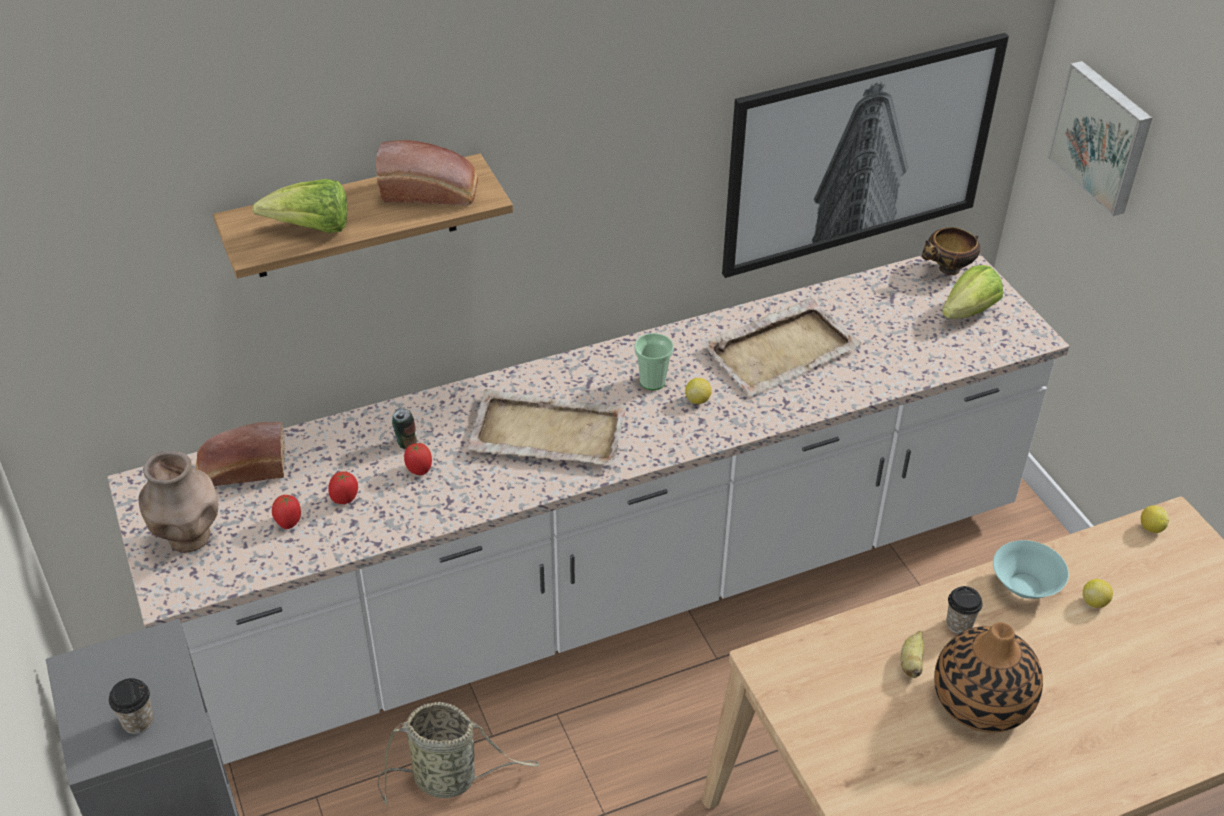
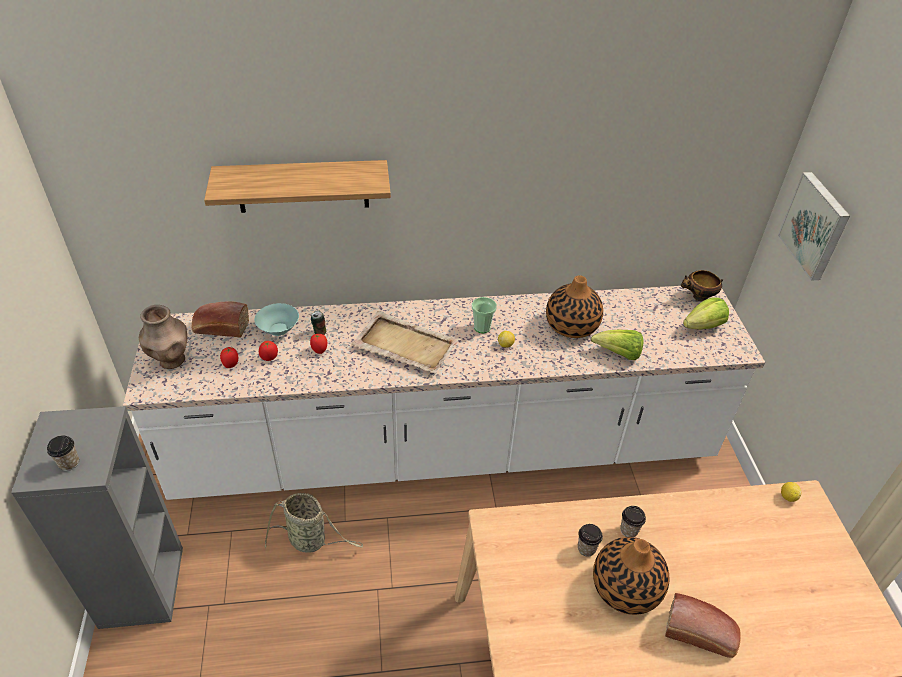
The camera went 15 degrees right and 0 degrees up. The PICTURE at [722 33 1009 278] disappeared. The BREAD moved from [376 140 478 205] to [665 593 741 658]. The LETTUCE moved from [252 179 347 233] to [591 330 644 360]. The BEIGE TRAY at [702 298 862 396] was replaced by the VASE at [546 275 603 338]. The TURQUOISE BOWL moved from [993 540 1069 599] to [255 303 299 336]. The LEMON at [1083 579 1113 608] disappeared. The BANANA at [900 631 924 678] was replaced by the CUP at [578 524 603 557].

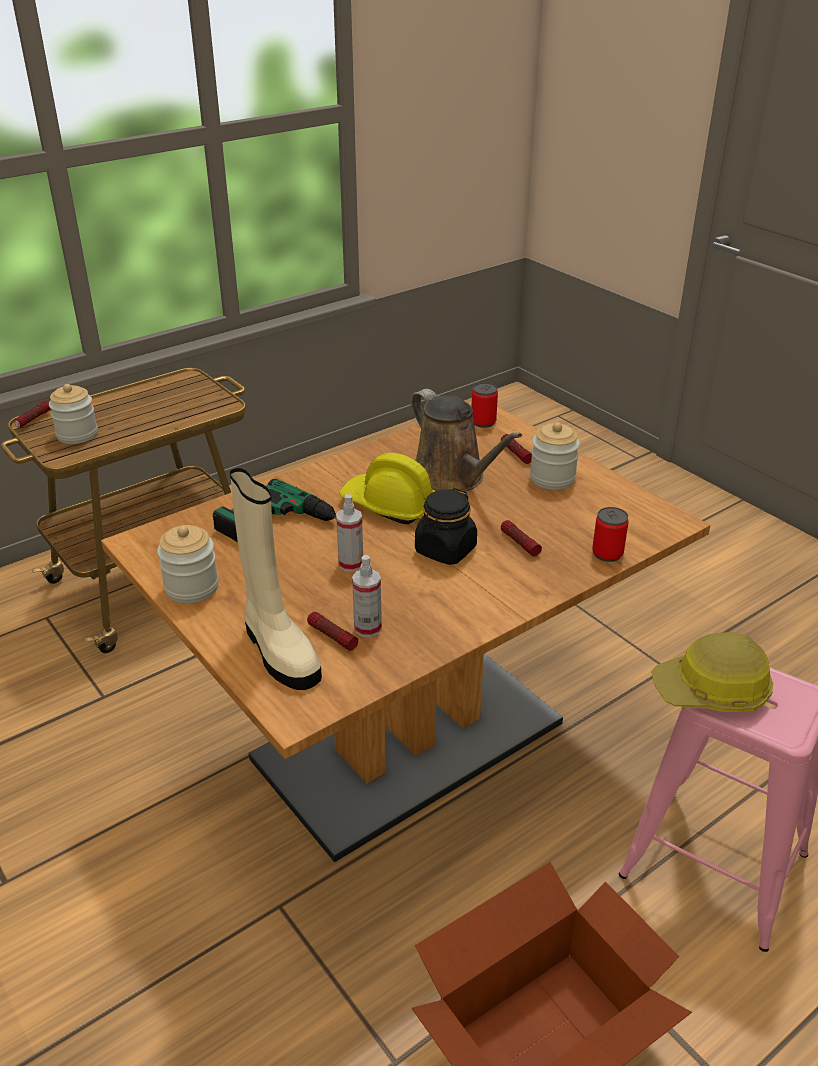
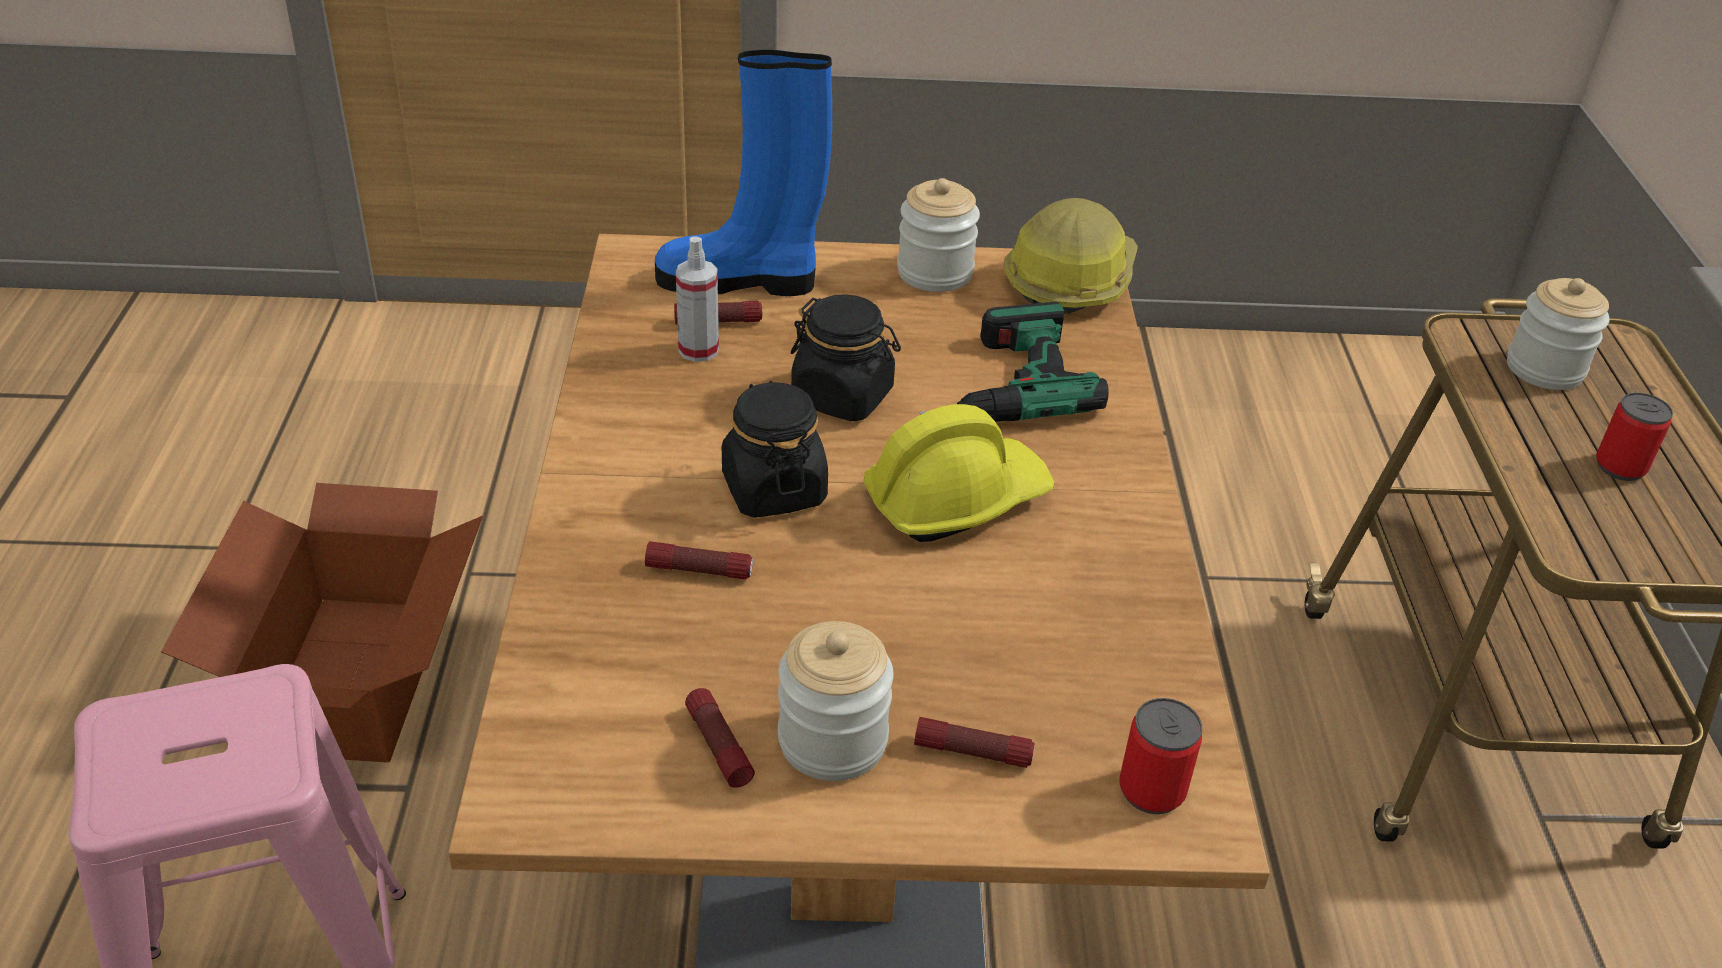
The camera went 125 degrees right and 5 degrees up. The BROWN WATERING CAN at [411 389 522 492] disappeared. The FLASHLIGHT moved from [14 401 51 428] to [685 688 755 788]. The BEIGE BOOT at [230 468 322 690] became the BLUE BOOT at [655 50 832 296]. The SPRAY BOTTLE at [336 494 363 572] was replaced by the BLACK JAR at [791 294 901 421]. The CAN moved from [592 507 628 562] to [1596 393 1673 481]. The HARD HAT moved from [651 632 773 712] to [1004 198 1138 314].

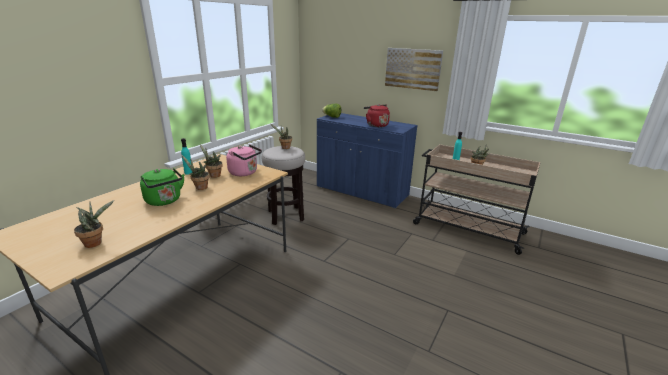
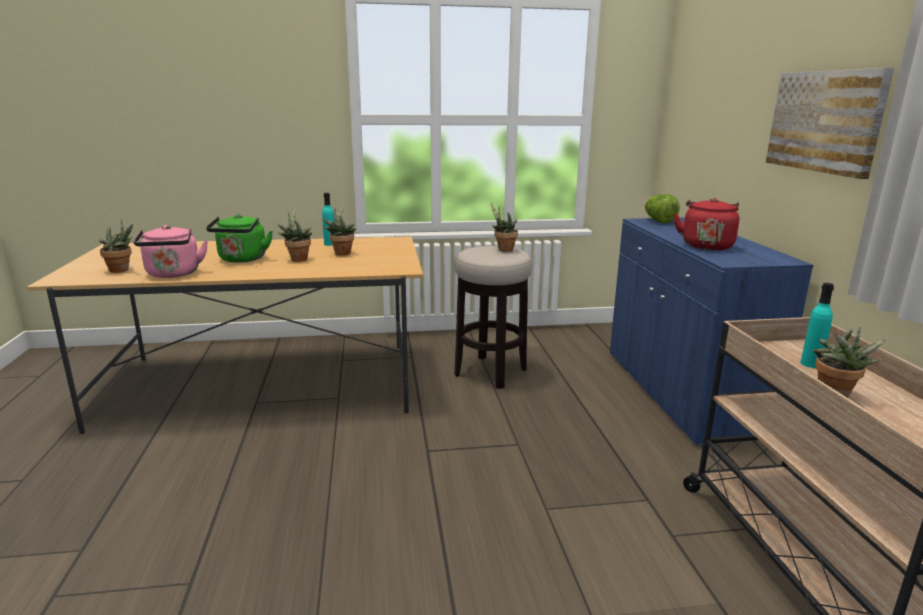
The camera went 50 degrees right and 5 degrees down. The PINK KETTLE moved from [226 144 262 176] to [134 225 208 278].

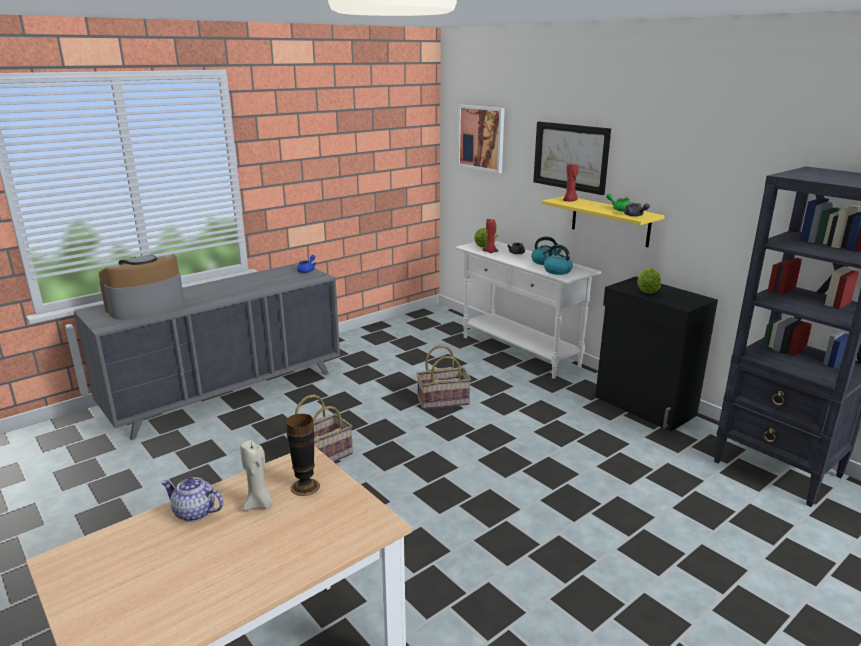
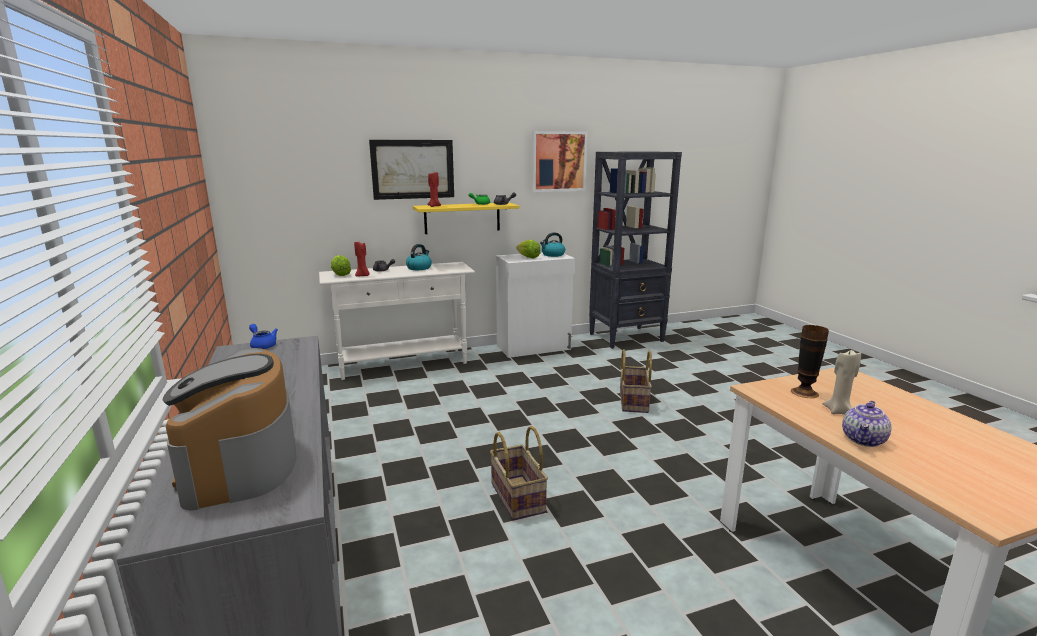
The camera went 70 degrees left and 5 degrees down. The PICTURE moved from [458 105 505 173] to [532 131 588 192]. The KETTLE moved from [543 245 573 275] to [540 232 565 257]. The BLACK CABINET at [595 276 718 432] became the WHITE CABINET at [496 252 575 358]. The BASKET moved from [416 345 471 410] to [620 349 652 413].

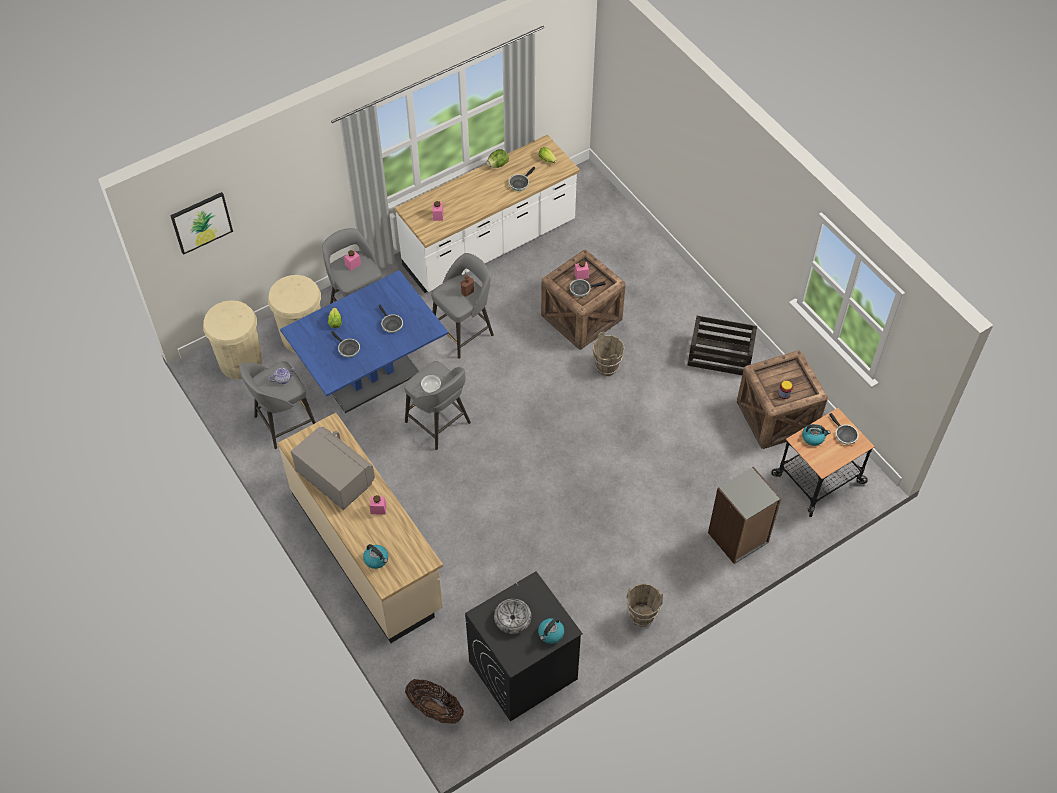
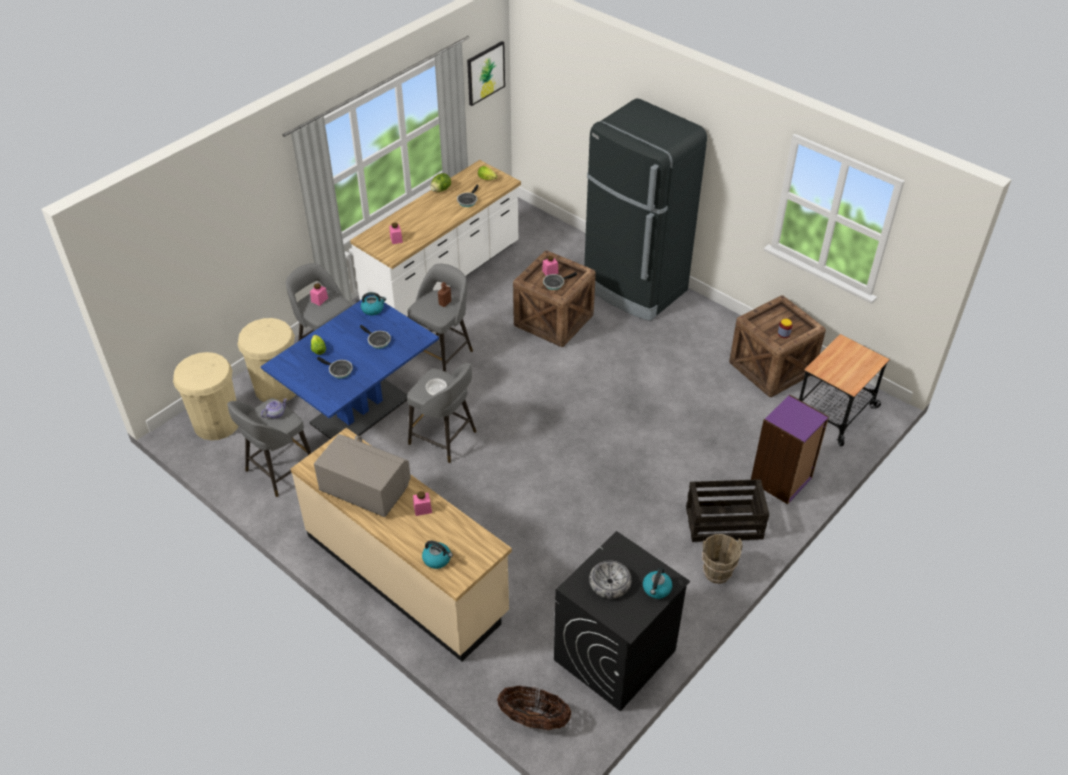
The camera went 15 degrees left and 10 degrees down. The PICTURE moved from [170 192 233 255] to [467 41 505 106]. The CRATE moved from [687 316 757 375] to [686 479 769 542]. The BROWN BUCKET at [593 332 625 376] disappeared. The FRYING PAN at [829 413 859 444] disappeared. The KETTLE moved from [802 424 830 446] to [361 292 386 315]. The GREY BOOKCASE at [708 467 781 564] became the PURPLE BOOKCASE at [751 394 829 504]. The BLACK FRIDGE at [584 98 707 321] appeared.

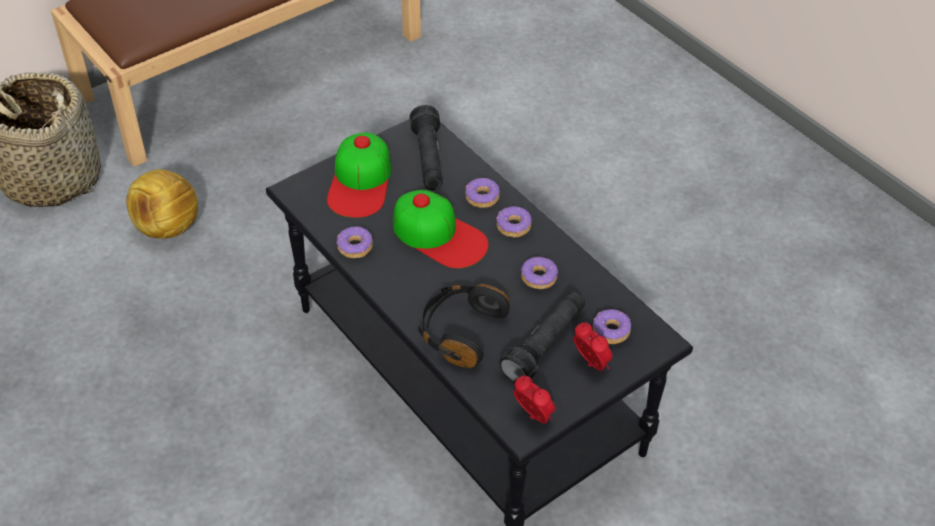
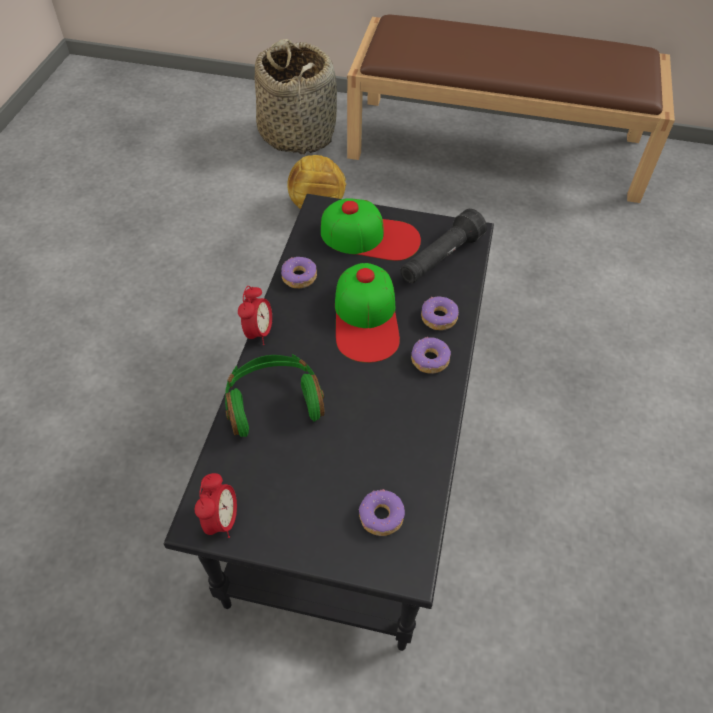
The camera went 50 degrees right and 5 degrees up. The CAP at [327 132 391 218] turned 135 degrees counterclockwise. The DONUT at [521 257 558 289] disappeared. The BLACK HEADPHONES at [418 284 510 368] became the GREEN HEADPHONES at [225 354 325 437]. The BLACK FLASHLIGHT at [499 291 585 383] disappeared. The ALARM CLOCK moved from [573 322 613 371] to [238 286 272 345].

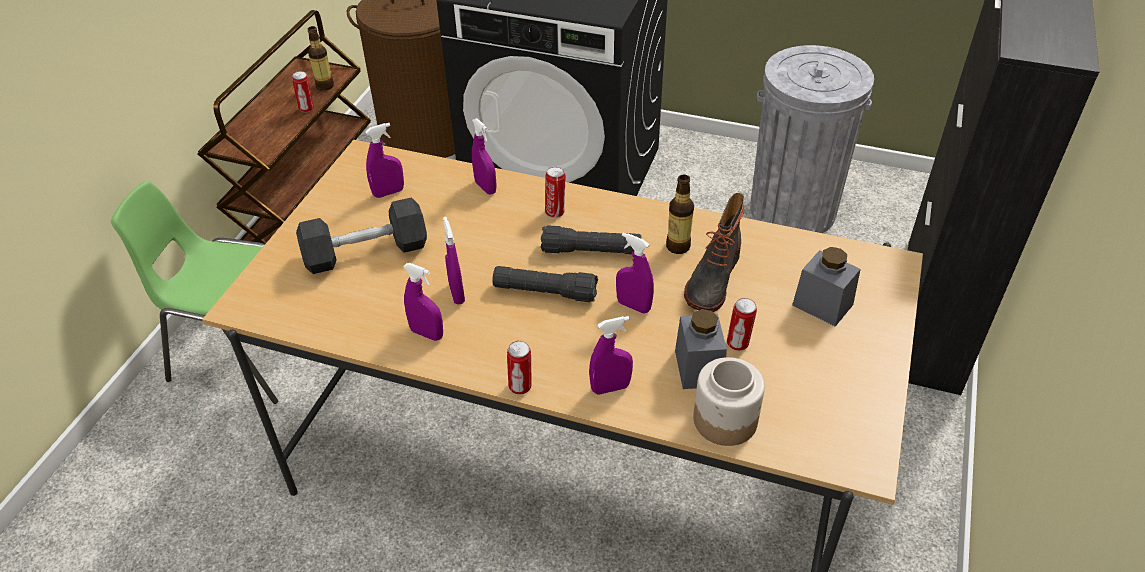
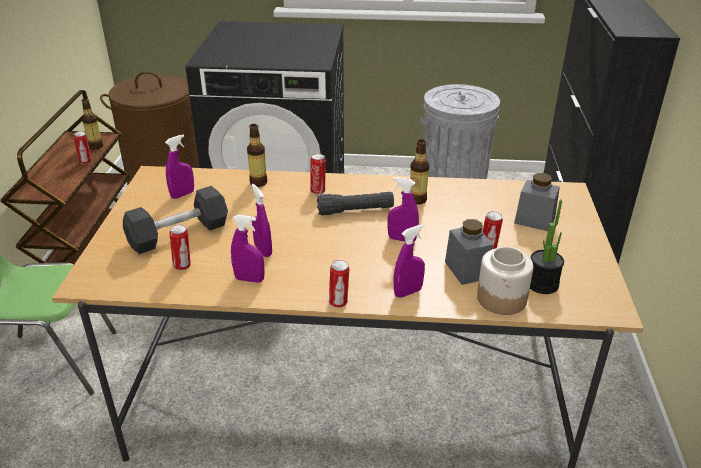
The camera went 15 degrees left and 10 degrees down. The PURPLE SPRAY BOTTLE at [472 118 497 195] was replaced by the BOTTLE at [247 124 267 187]. The BOOT at [684 193 744 312] disappeared. The BLACK FLASHLIGHT at [492 266 598 302] disappeared. The POTTED PLANT at [530 200 564 294] appeared. The CAN at [169 225 191 270] appeared.

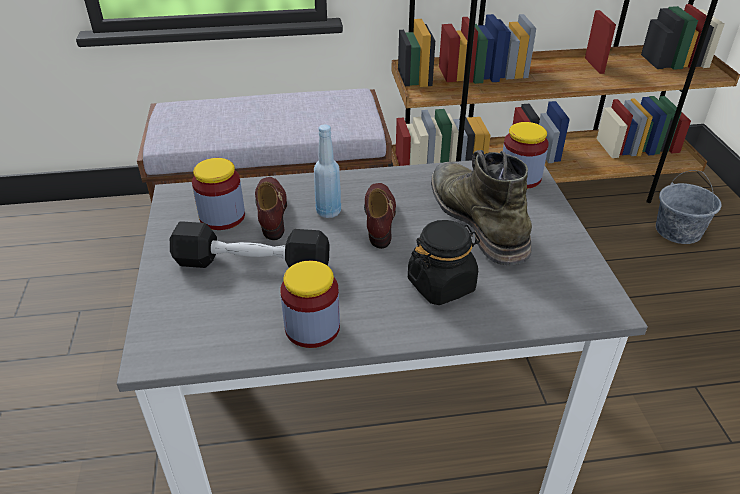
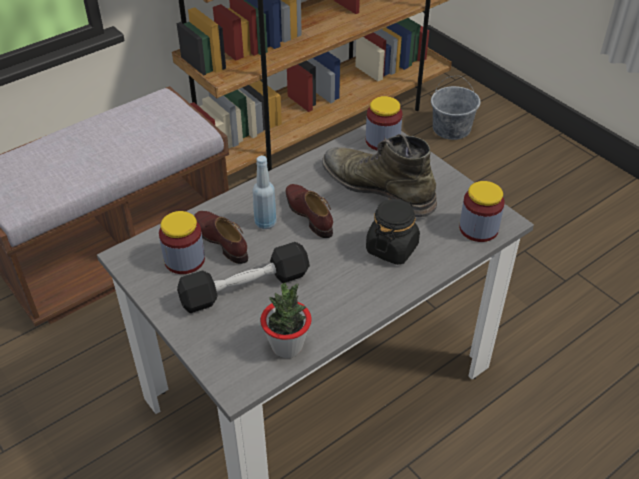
The camera went 30 degrees left and 5 degrees up. The JAR moved from [280 261 340 348] to [459 181 505 242]. The POTTED PLANT at [260 282 312 358] appeared.

